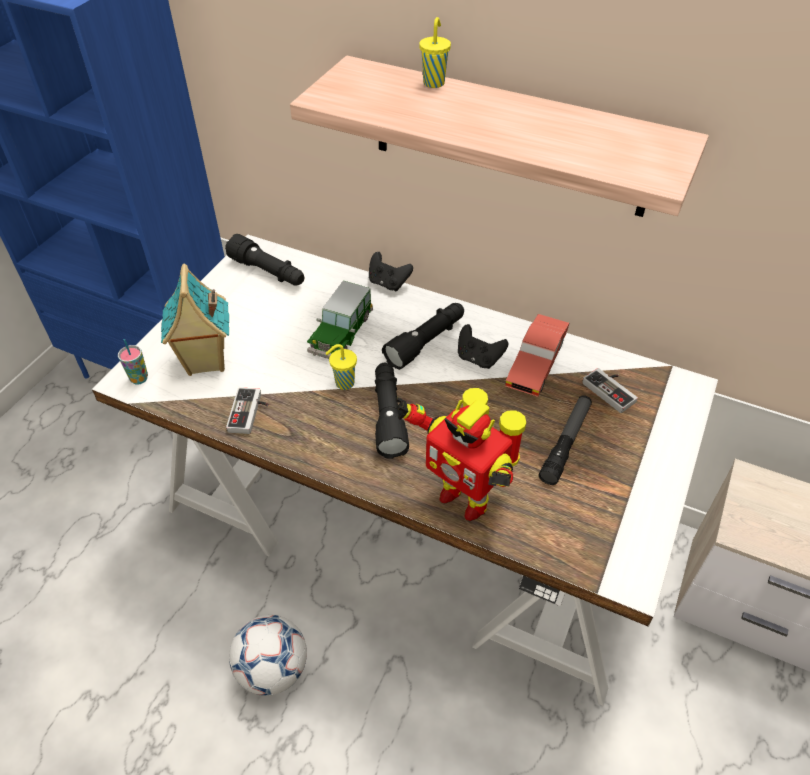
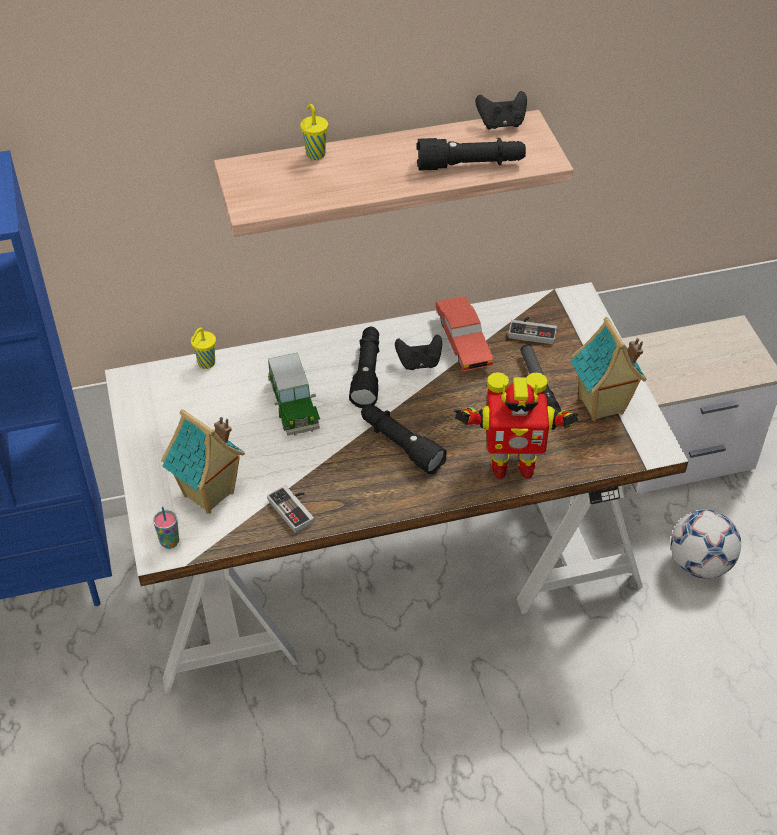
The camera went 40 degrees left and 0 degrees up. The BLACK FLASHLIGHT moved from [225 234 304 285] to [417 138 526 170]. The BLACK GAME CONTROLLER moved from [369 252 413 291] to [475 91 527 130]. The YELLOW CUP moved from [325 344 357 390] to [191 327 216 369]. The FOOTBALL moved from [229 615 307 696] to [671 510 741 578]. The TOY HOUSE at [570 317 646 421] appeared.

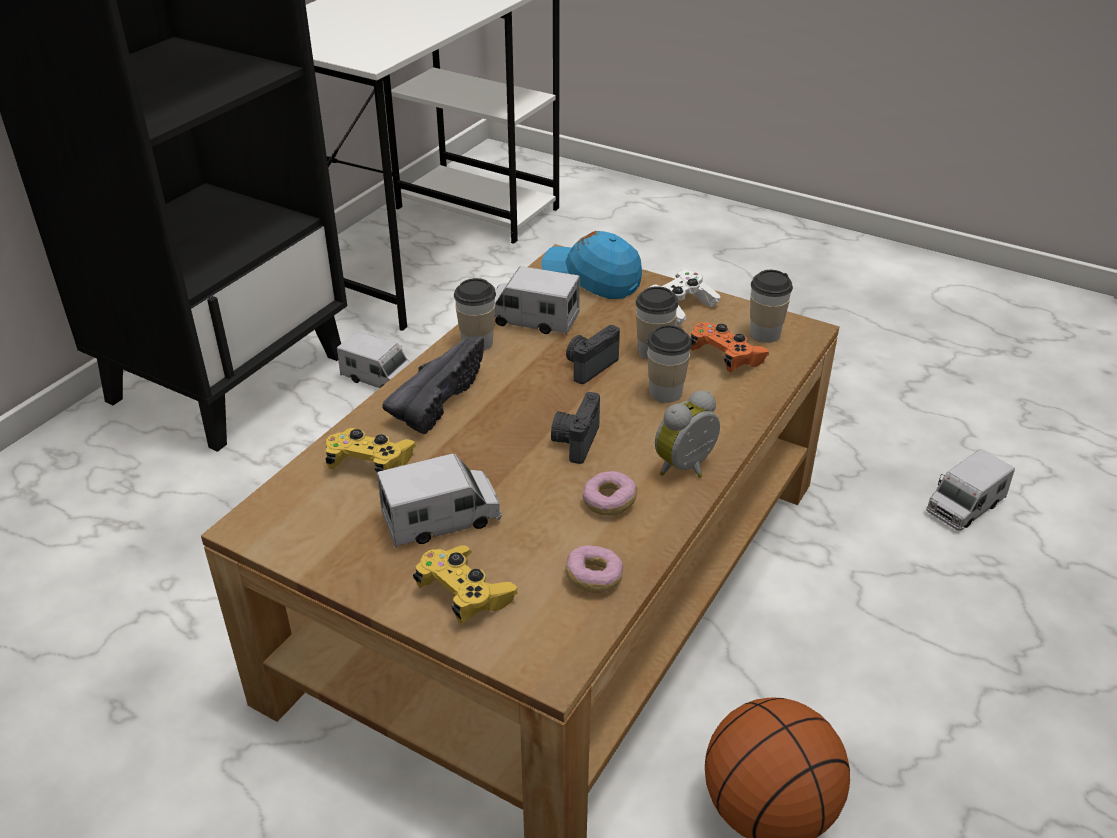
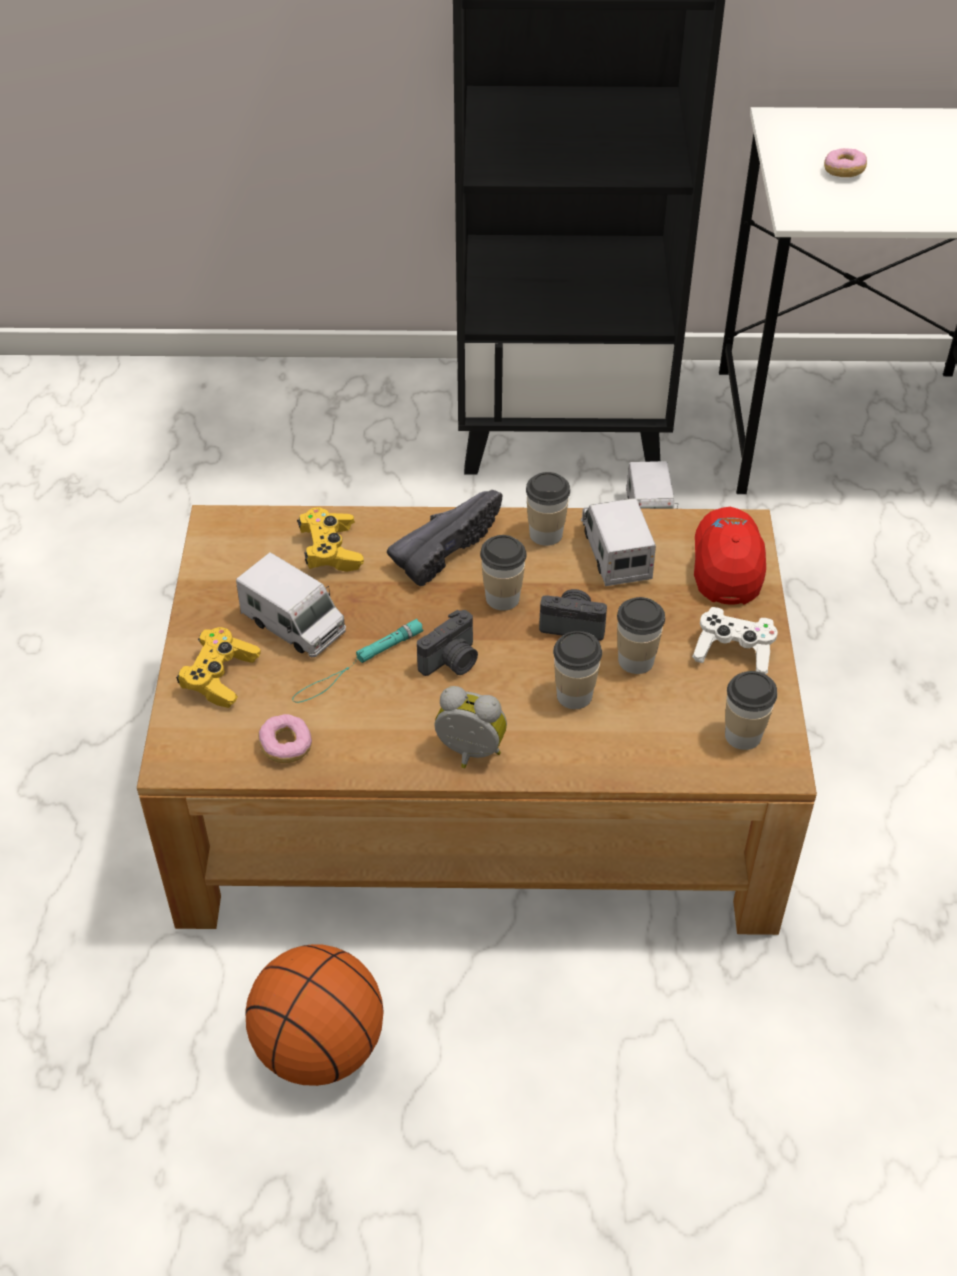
The camera went 60 degrees right and 10 degrees up. The BLUE CAP at [541 231 642 299] became the RED CAP at [694 507 766 605]. The ORANGE GAME CONTROLLER at [691 322 769 372] disappeared. The BLACK SHOE at [382 336 484 434] turned 45 degrees counterclockwise. The PHOTO CAMERA at [551 392 600 464] turned 150 degrees clockwise. The TOY TRUCK at [926 449 1015 531] disappeared. The DONUT moved from [583 471 637 516] to [824 148 867 177]. The CUP at [480 535 527 611] appeared. The TURQUOISE FLASHLIGHT at [292 619 424 703] appeared.

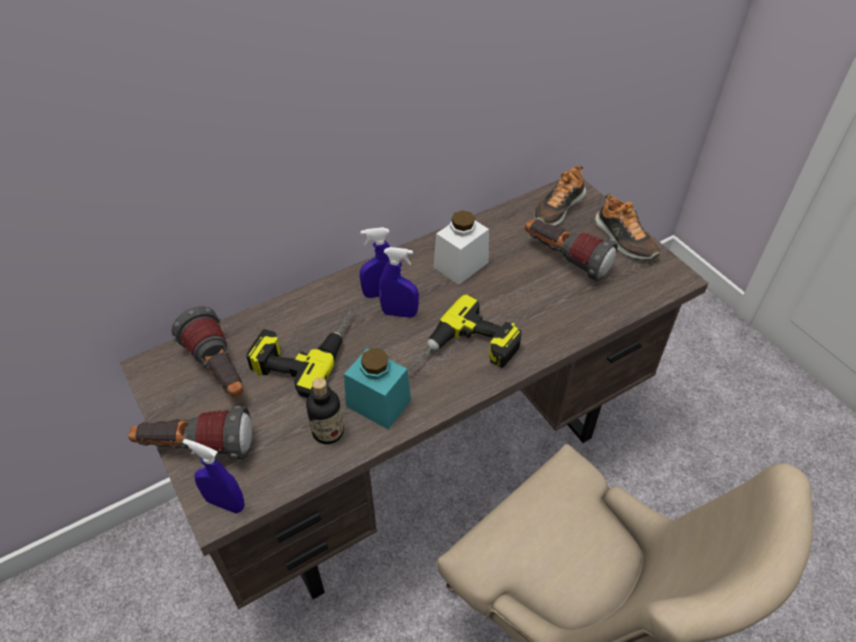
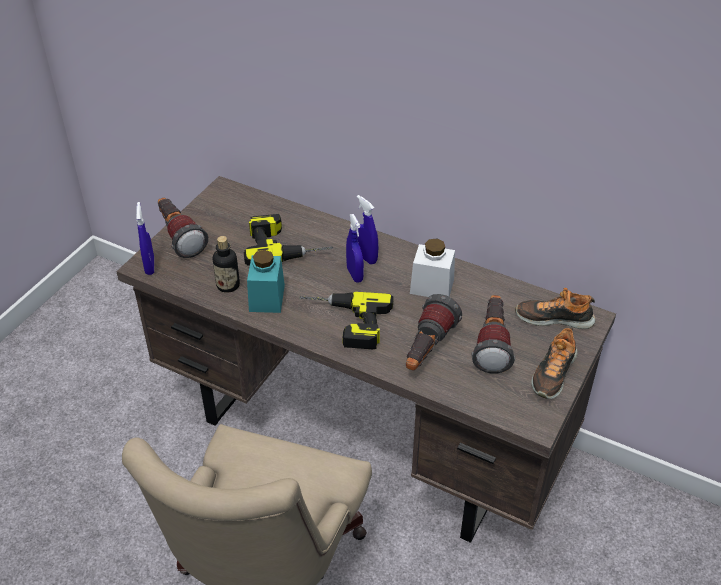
The camera went 60 degrees right and 5 degrees down. The FLASHLIGHT moved from [172 306 243 397] to [406 294 462 371].

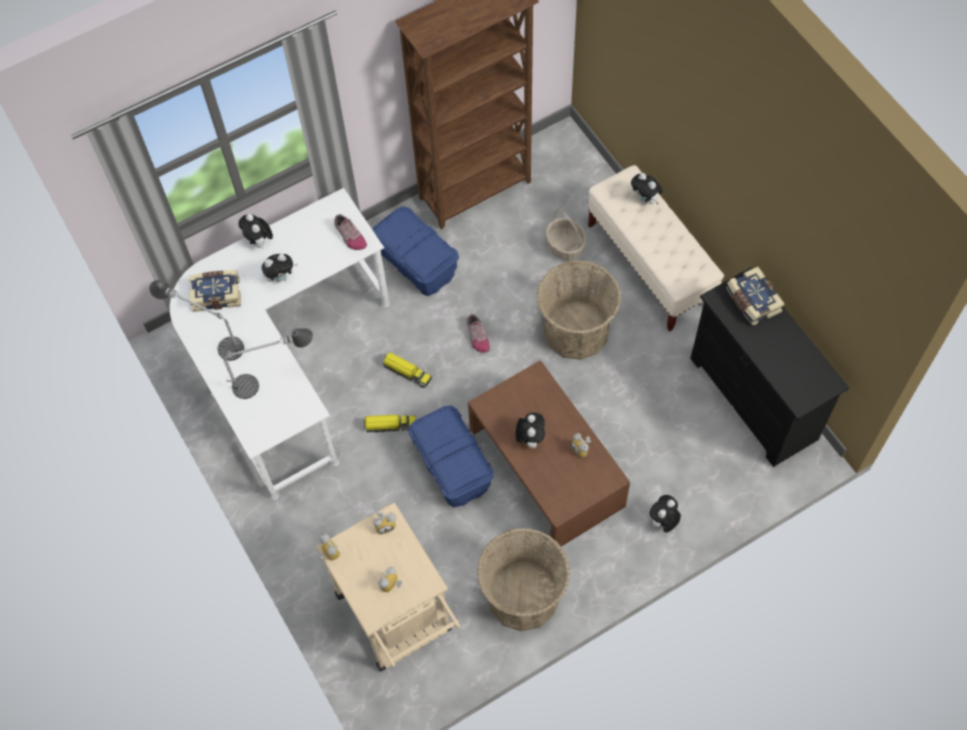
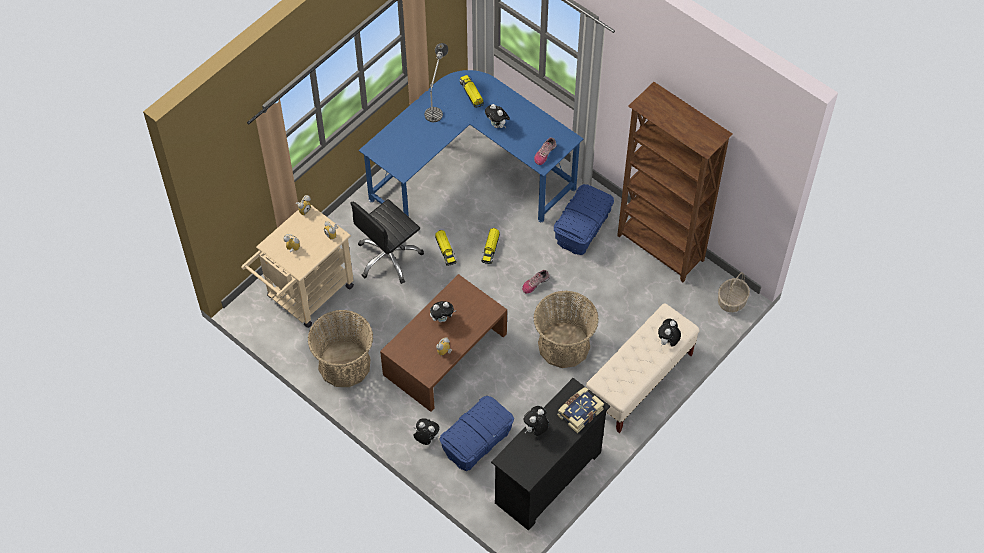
The camera went 70 degrees right and 5 degrees down. The WHITE DESK at [170 188 390 500] became the BLUE DESK at [359 70 583 222]. The BASKET moved from [546 210 587 261] to [718 272 750 312]. The PLUSH TOY moved from [239 214 273 248] to [523 406 549 436]. The BOOK at [189 270 241 312] was replaced by the TOY TRUCK at [460 75 484 108]. The TABLE LAMP at [224 328 313 399] disappeared. The BLUE STORAGE BOX moved from [409 405 493 507] to [439 396 514 471]. The BLACK OFFICE CHAIR at [350 199 424 284] appeared.

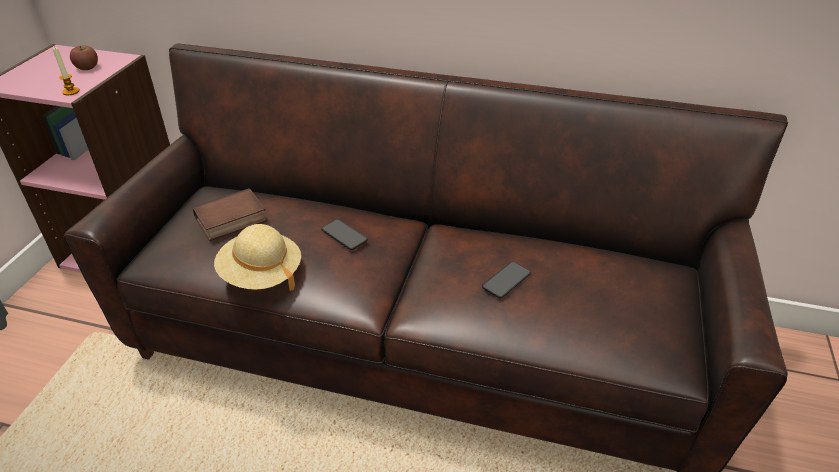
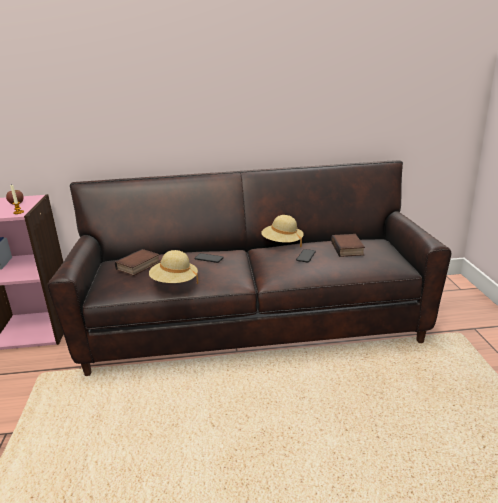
The camera went 20 degrees left and 15 degrees down. The BEIGE HAT at [261 215 304 247] appeared. The BOOK at [331 234 365 257] appeared.

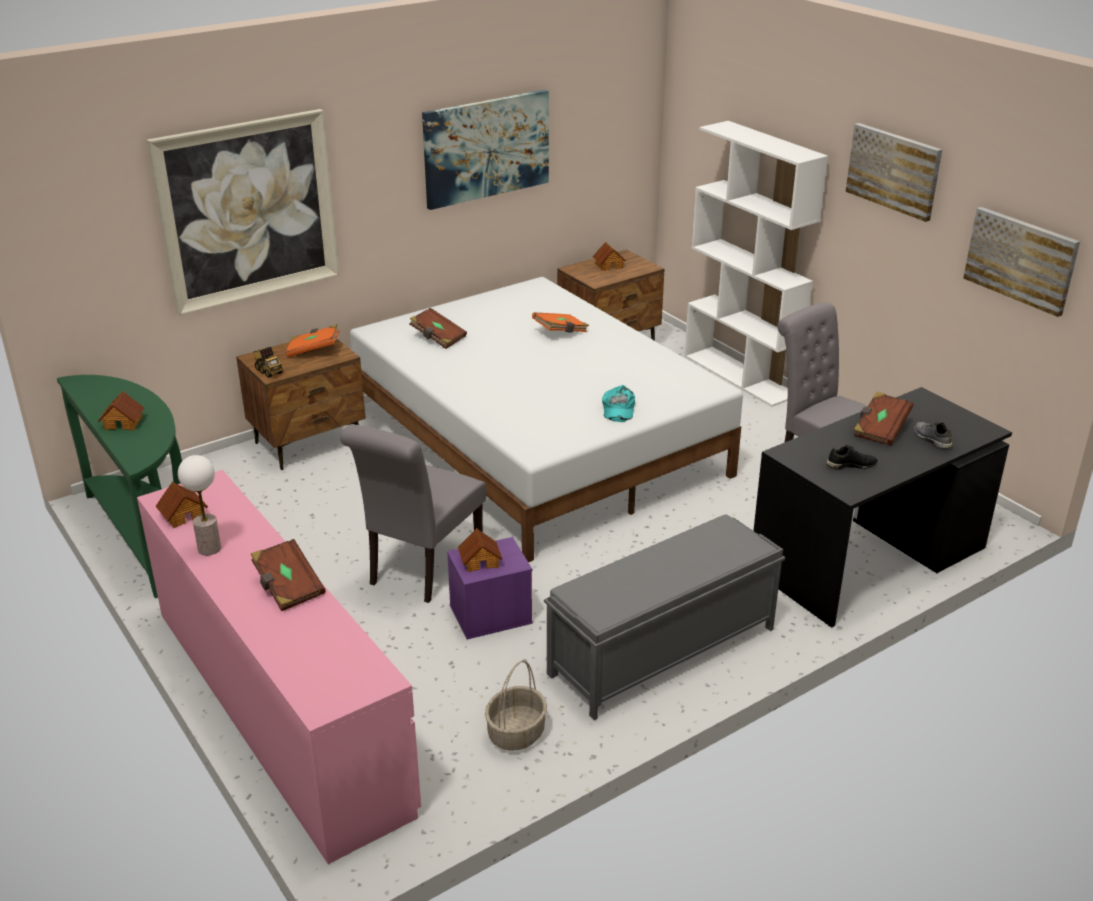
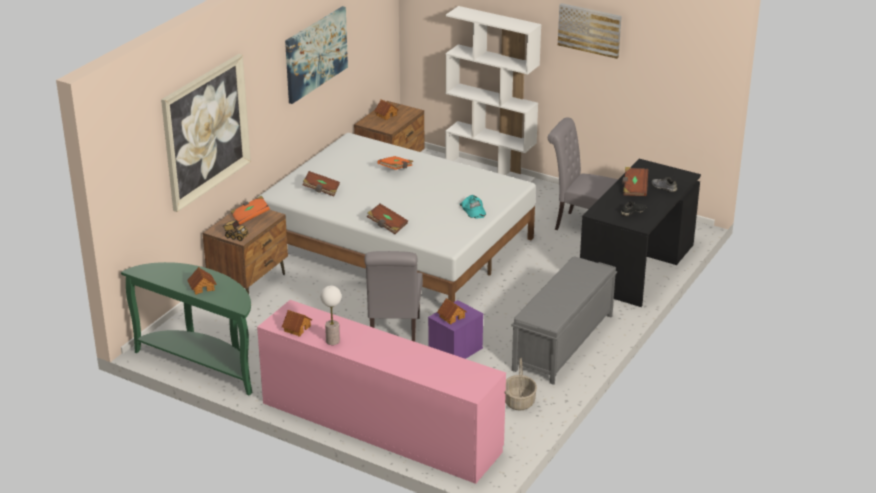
The camera went 25 degrees left and 0 degrees up. The PICTURE at [963 207 1080 317] disappeared. The BROWN BOOK moved from [251 539 326 611] to [367 204 408 234].

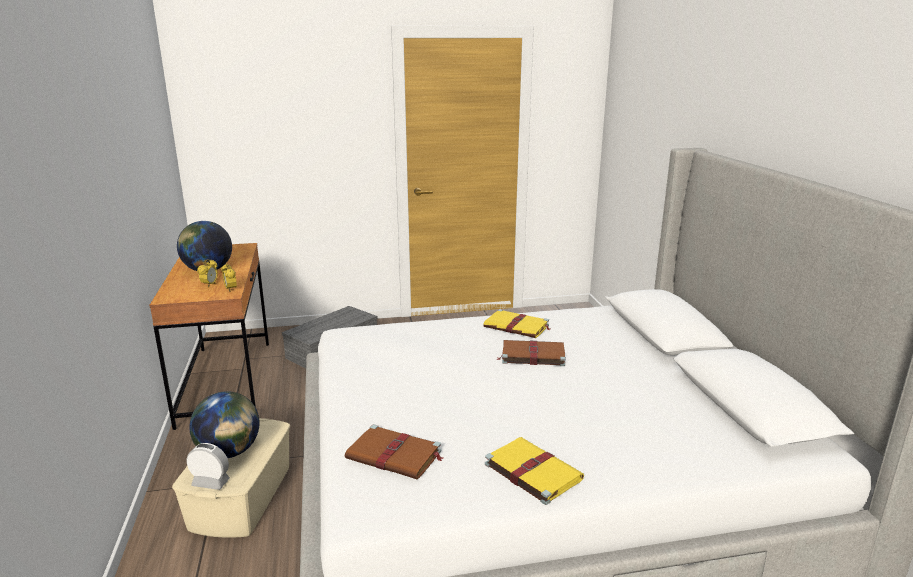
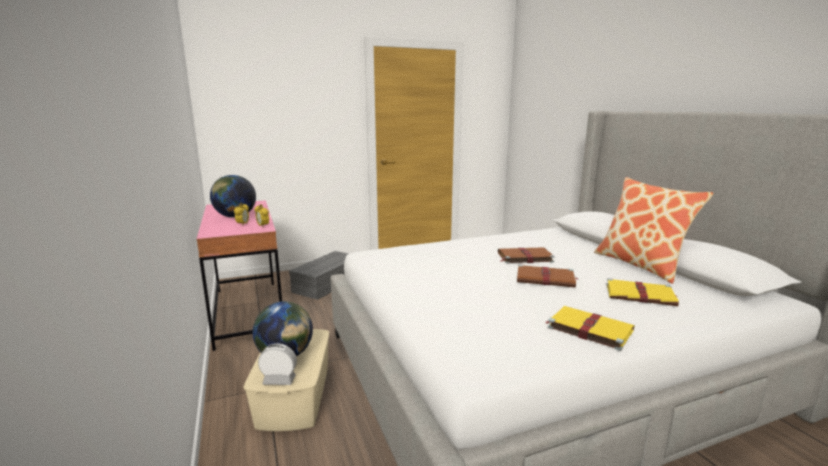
The camera went 10 degrees left and 5 degrees down. The BROWN DESK at [149 243 269 430] became the PINK DESK at [196 200 282 351]. The YELLOW BOOK moved from [483 309 550 338] to [606 278 679 306]. The BROWN BOOK moved from [345 424 443 479] to [517 264 577 288]. The PILLOW at [594 177 714 284] appeared.

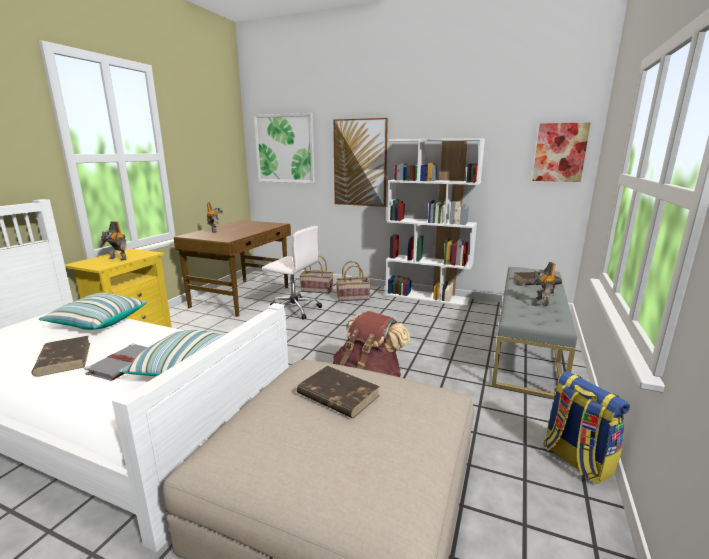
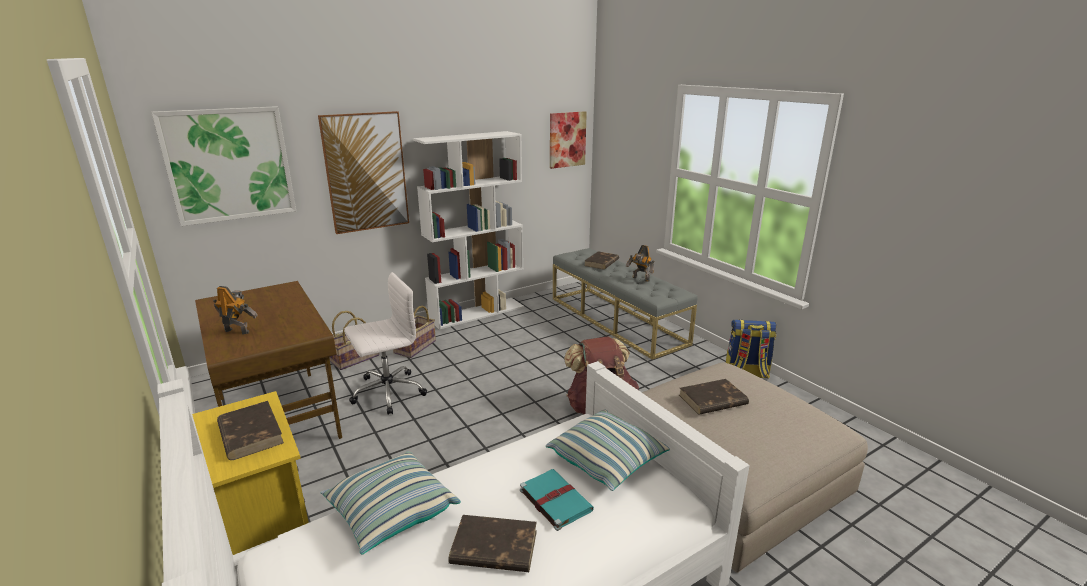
The camera went 55 degrees left and 5 degrees up. The TOY ROBOT at [98 221 127 261] was replaced by the BROWN BOOK at [217 401 284 460]. The GREY BOOK at [84 344 148 381] became the TURQUOISE BOOK at [520 469 594 531].

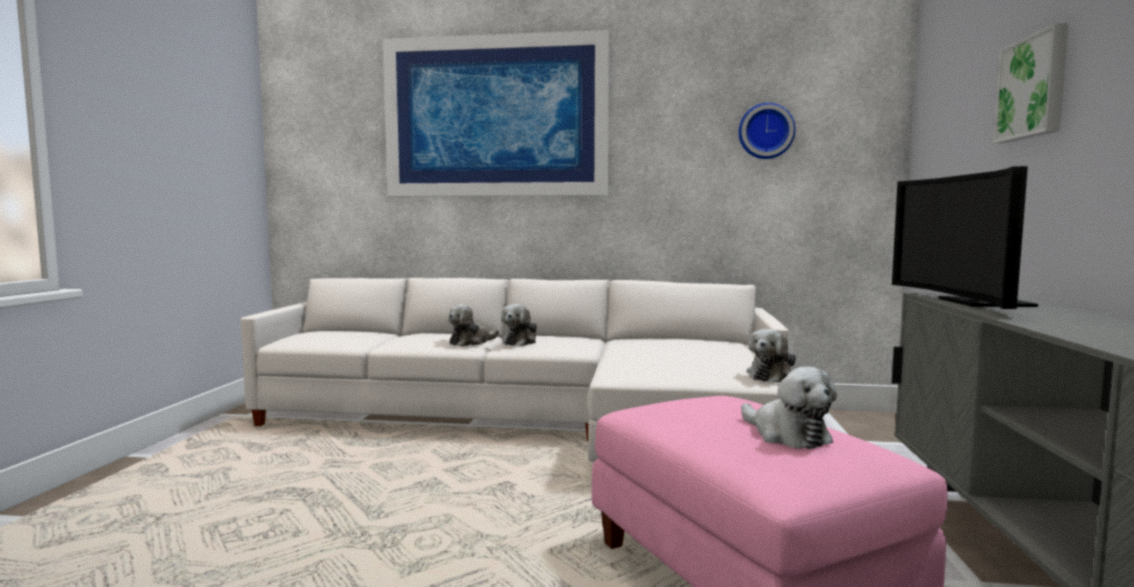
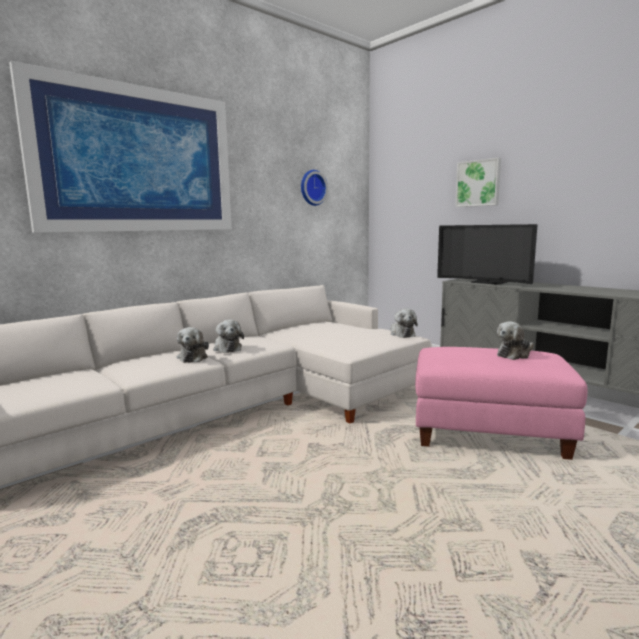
The camera went 50 degrees left and 5 degrees up. The PLUSH TOY at [741 367 837 449] turned 135 degrees clockwise.

